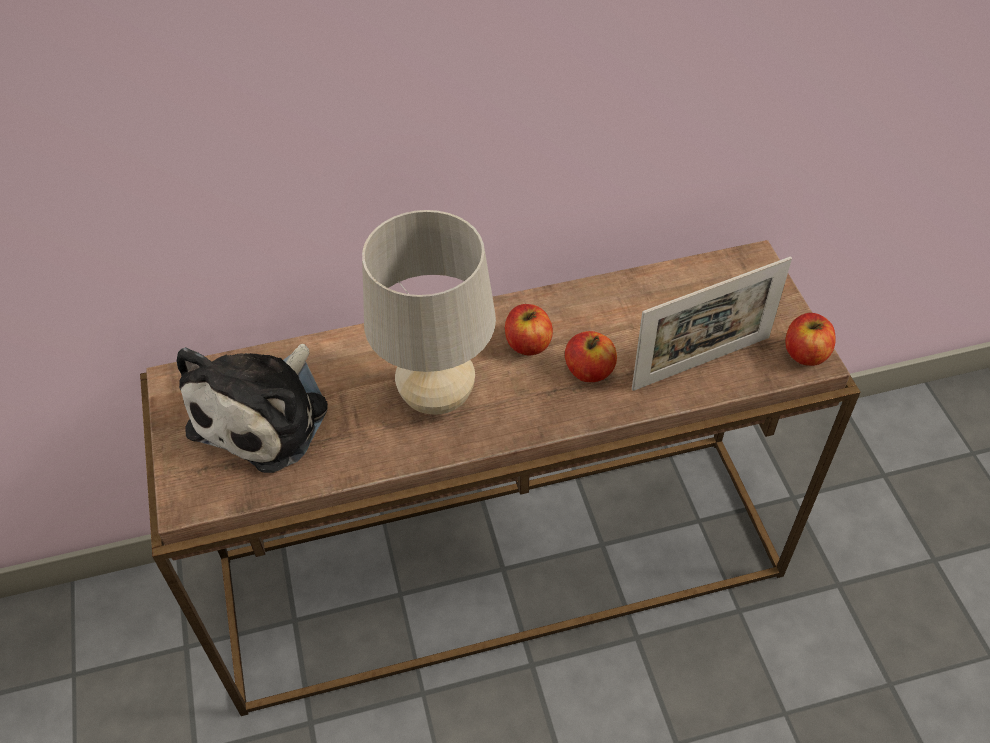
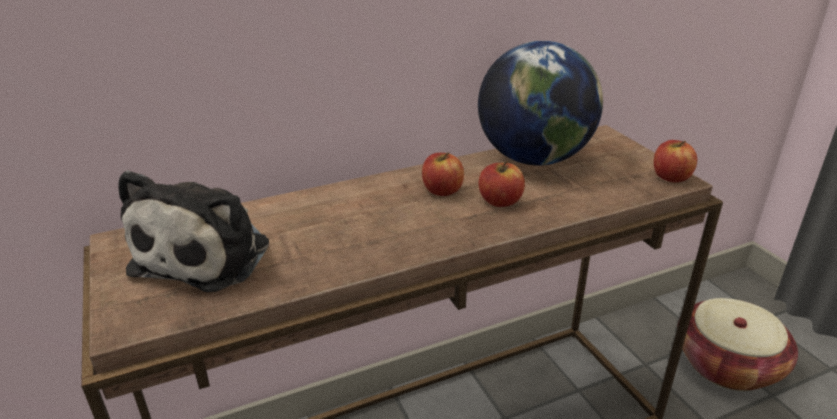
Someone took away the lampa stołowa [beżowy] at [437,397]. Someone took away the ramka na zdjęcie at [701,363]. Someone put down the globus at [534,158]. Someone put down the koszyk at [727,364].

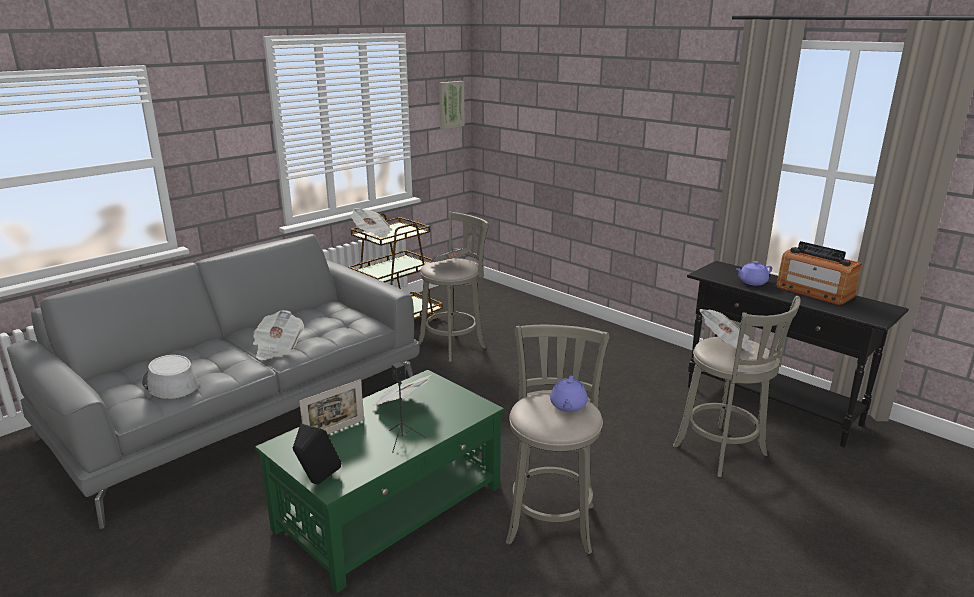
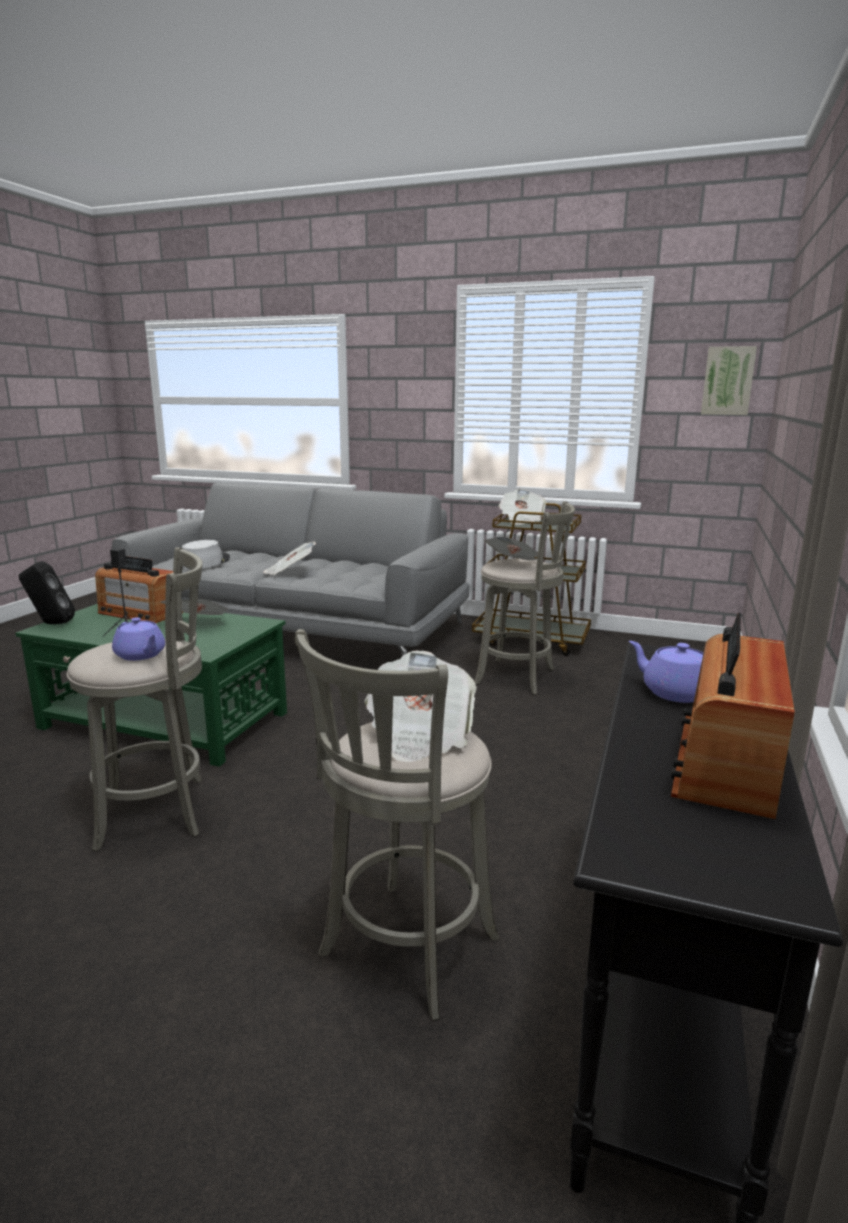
Someone swapped the ramka na zdjęcie at [335,431] for the radio at [140,613]. Someone rotated the imbryk [fioletowy] at [568,406] by 120 degrees counterclockwise.

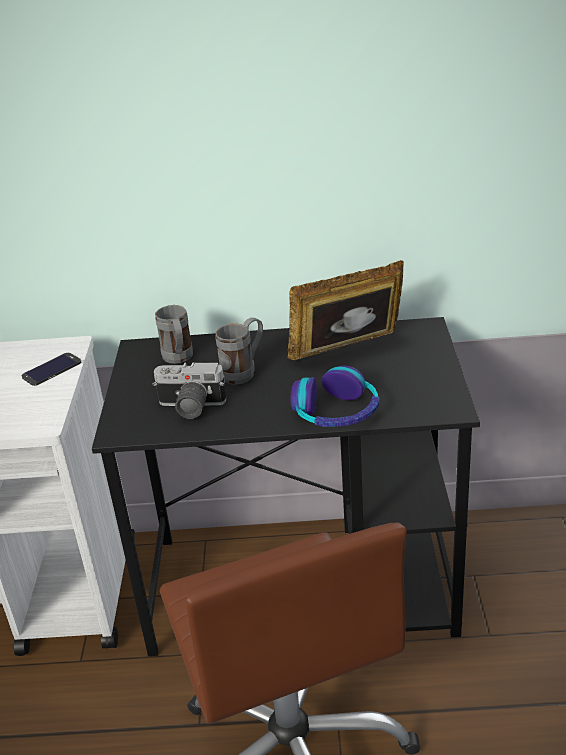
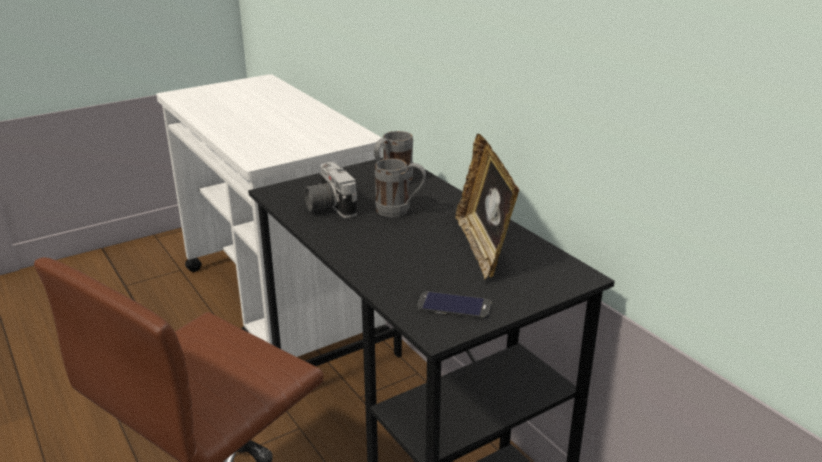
Someone carried the telefon from [52,369] to [454,306]. Someone rotated the ramka na zdjęcie at [348,352] by 135 degrees counterclockwise. Someone took away the słuchawki at [336,412].

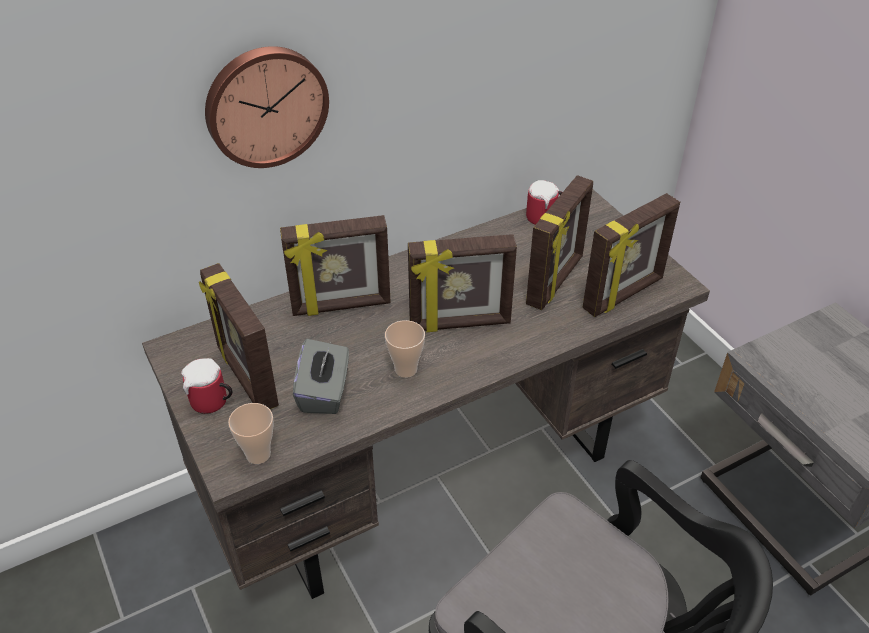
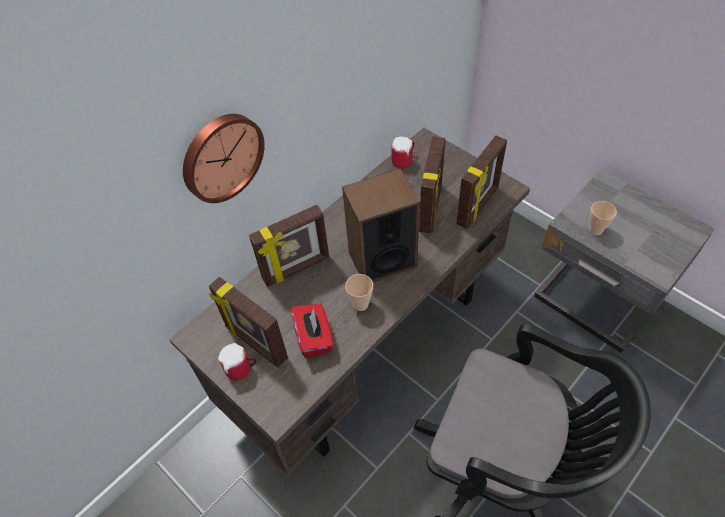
Someone carried the filiżanka from [258,454] to [595,230]. Someone repainted the pudełko chusteczek [szary] at [324,392], which became the pudełko chusteczek [czerwony] at [314,338]. Someone swapped the ramka na zdjęcie at [460,324] for the głośnik at [382,259].

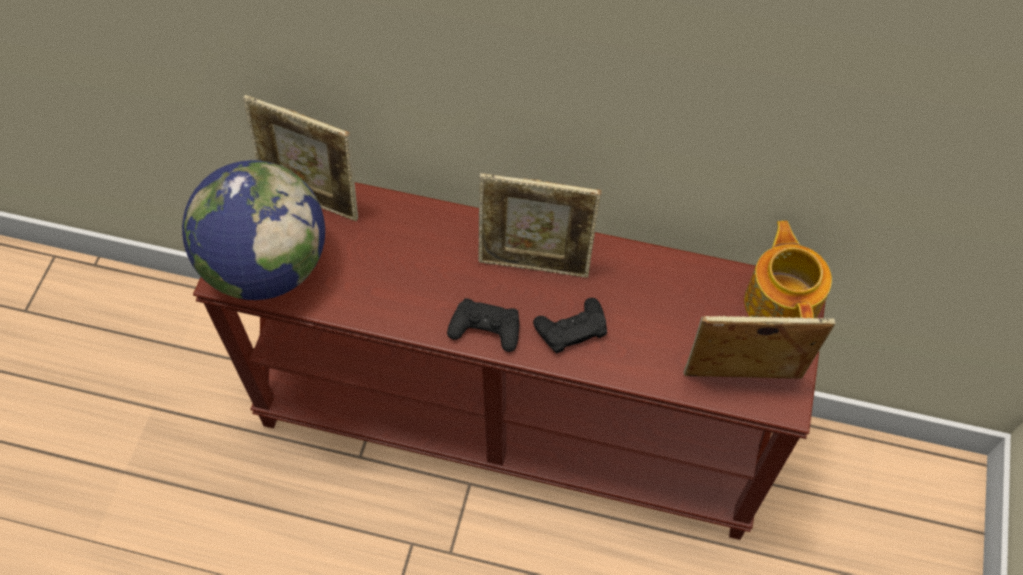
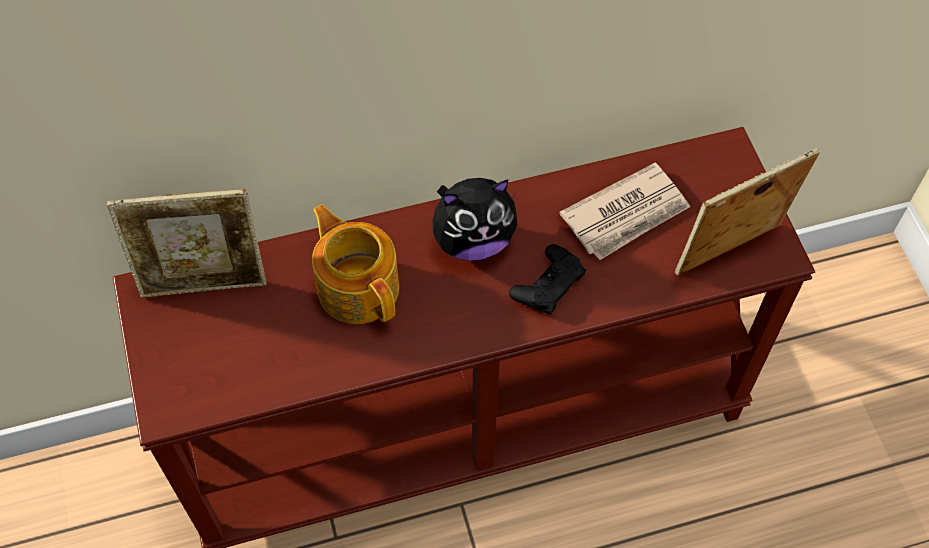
Someone took away the globus at [267,266]. Someone took away the pad do gier [czarny] at [485,328]. Someone swapped the ramka na zdjęcie at [535,264] for the pluszak at [473,240]. Someone carried the imbryk from [782,302] to [358,286]. Someone put down the gazeta at [626,214].

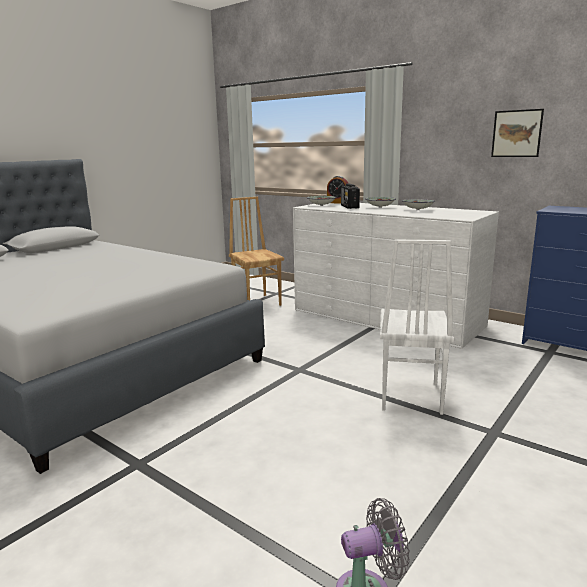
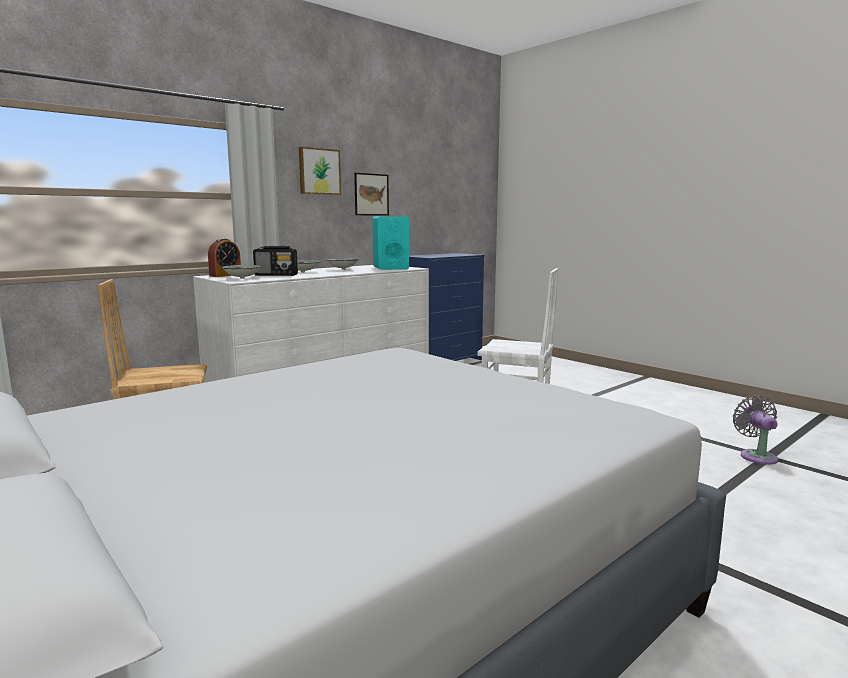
Someone put up the obraz at [319,171]. Someone put down the głośnik [turkusowy] at [390,267].

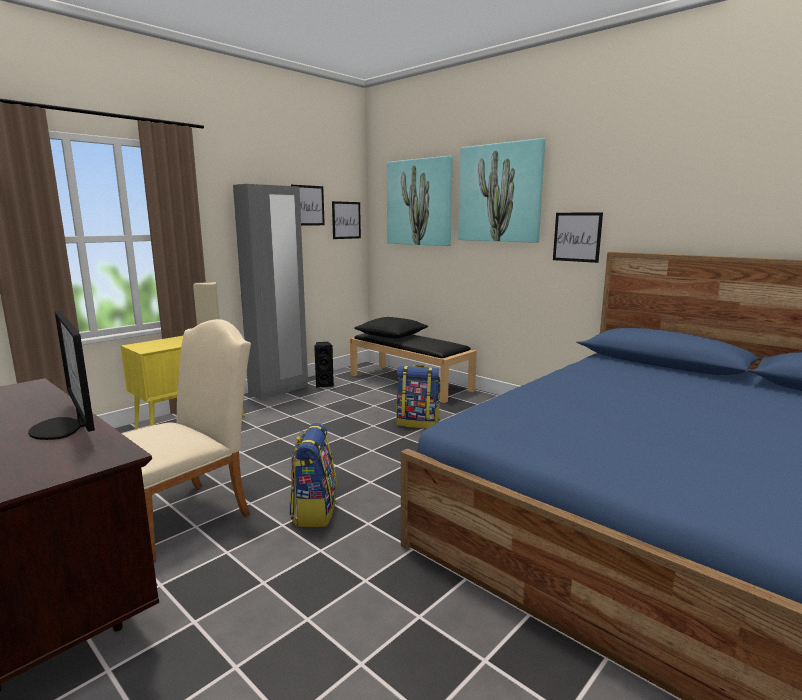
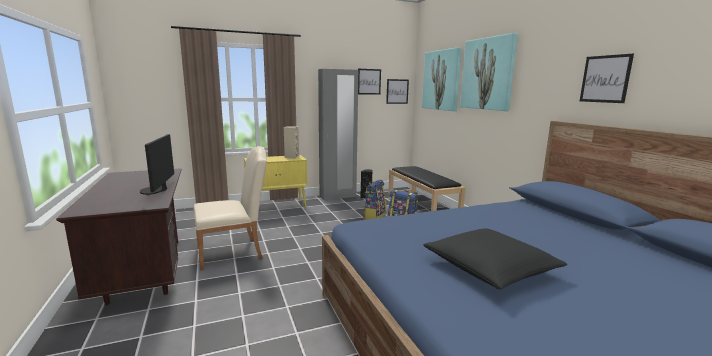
Someone carried the plecak from [314,511] to [374,217]. Someone carried the poduszka [czarny] from [391,335] to [489,268]. Someone carried the obraz from [577,237] to [605,79].

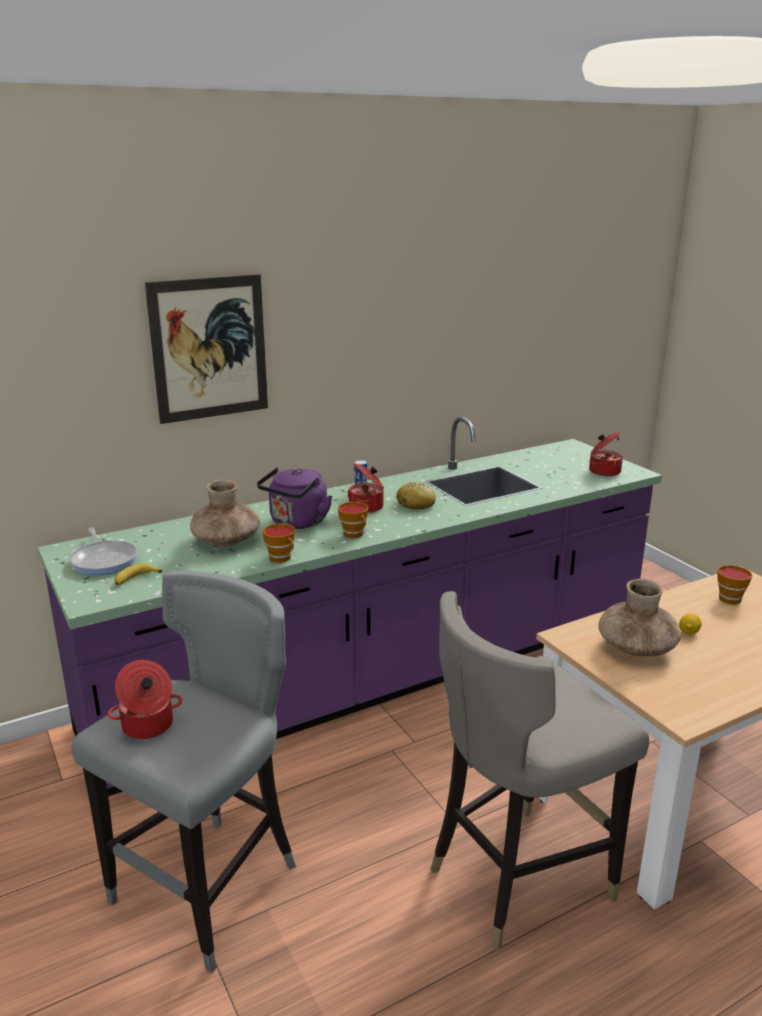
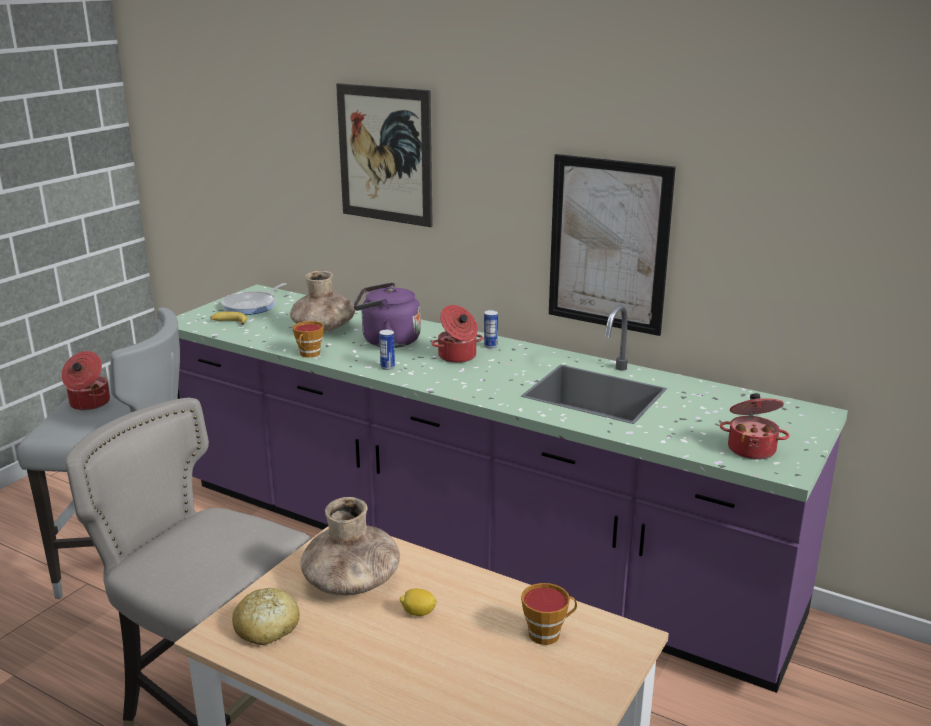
Someone swapped the filiżanka at [355,534] for the puszka at [387,367]. Someone carried the chleb from [416,504] to [267,627]. Someone put up the obraz at [608,244].

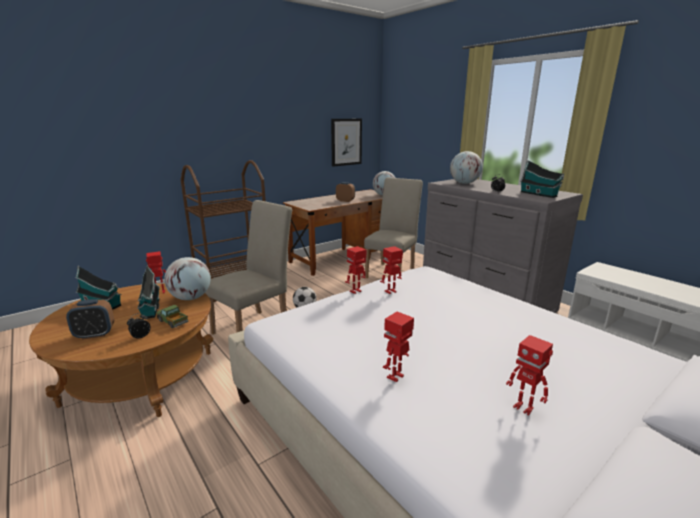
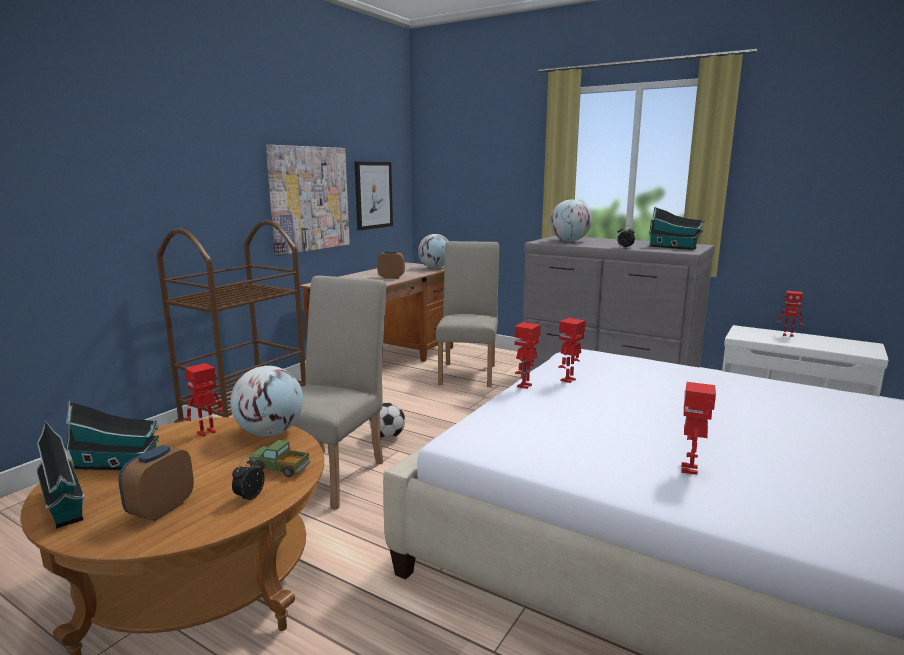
Someone rotated the budzik at [95,334] by 150 degrees clockwise. Someone carried the domek from [151,309] to [64,506]. Someone carried the robot zabawkowy from [524,407] to [787,335]. Someone put up the obraz at [309,199].

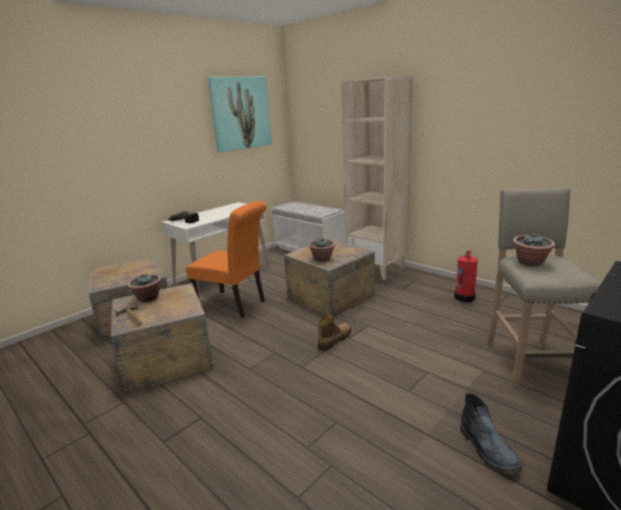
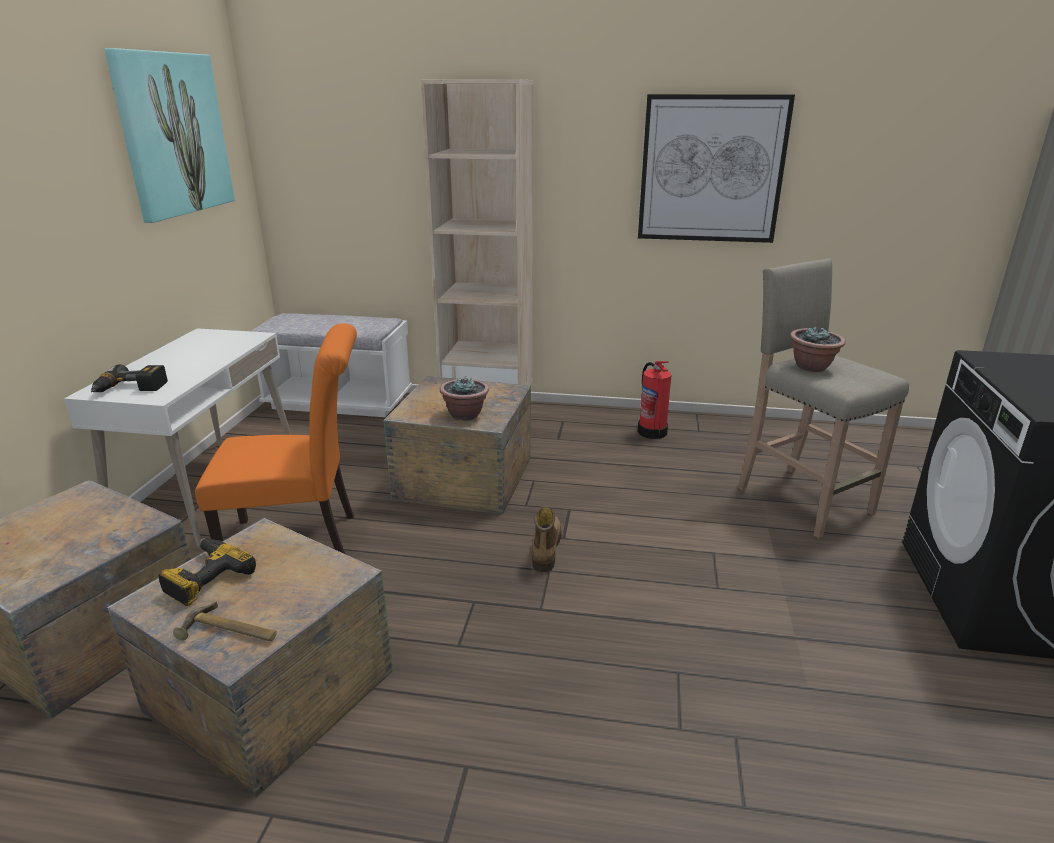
Someone swapped the roślina doniczkowa at [148,298] for the wiertarka at [205,578]. Someone took away the but z cholewką at [488,451]. Someone put up the obraz at [711,170].

